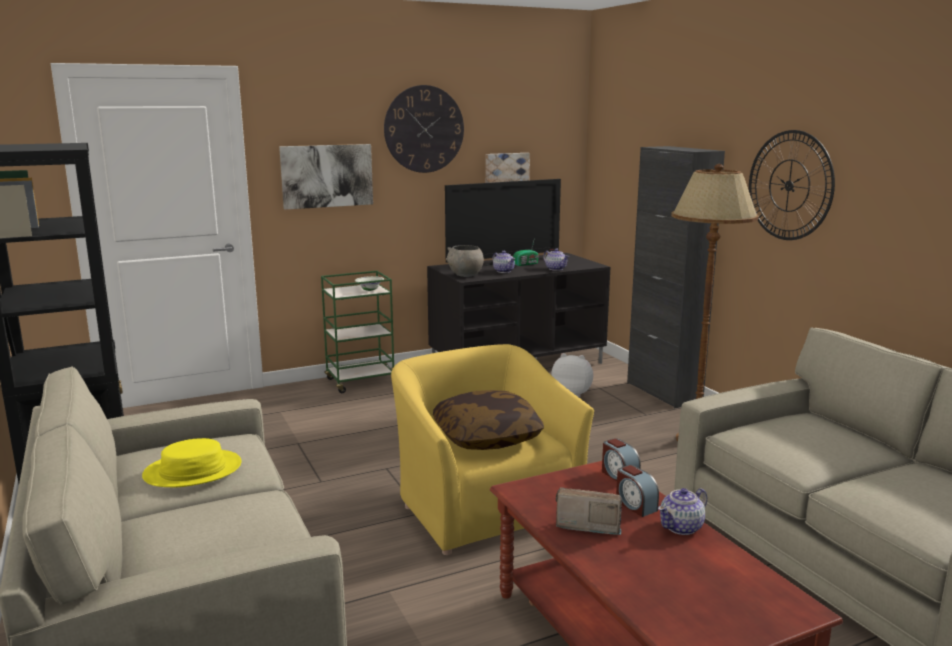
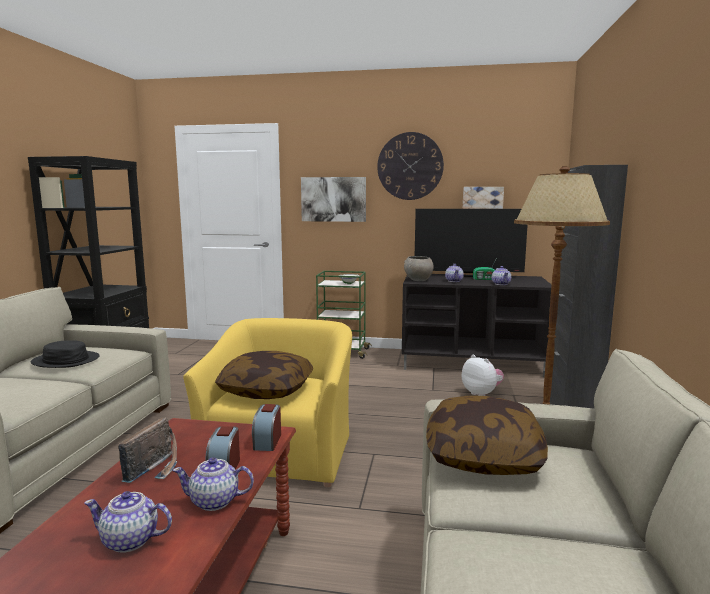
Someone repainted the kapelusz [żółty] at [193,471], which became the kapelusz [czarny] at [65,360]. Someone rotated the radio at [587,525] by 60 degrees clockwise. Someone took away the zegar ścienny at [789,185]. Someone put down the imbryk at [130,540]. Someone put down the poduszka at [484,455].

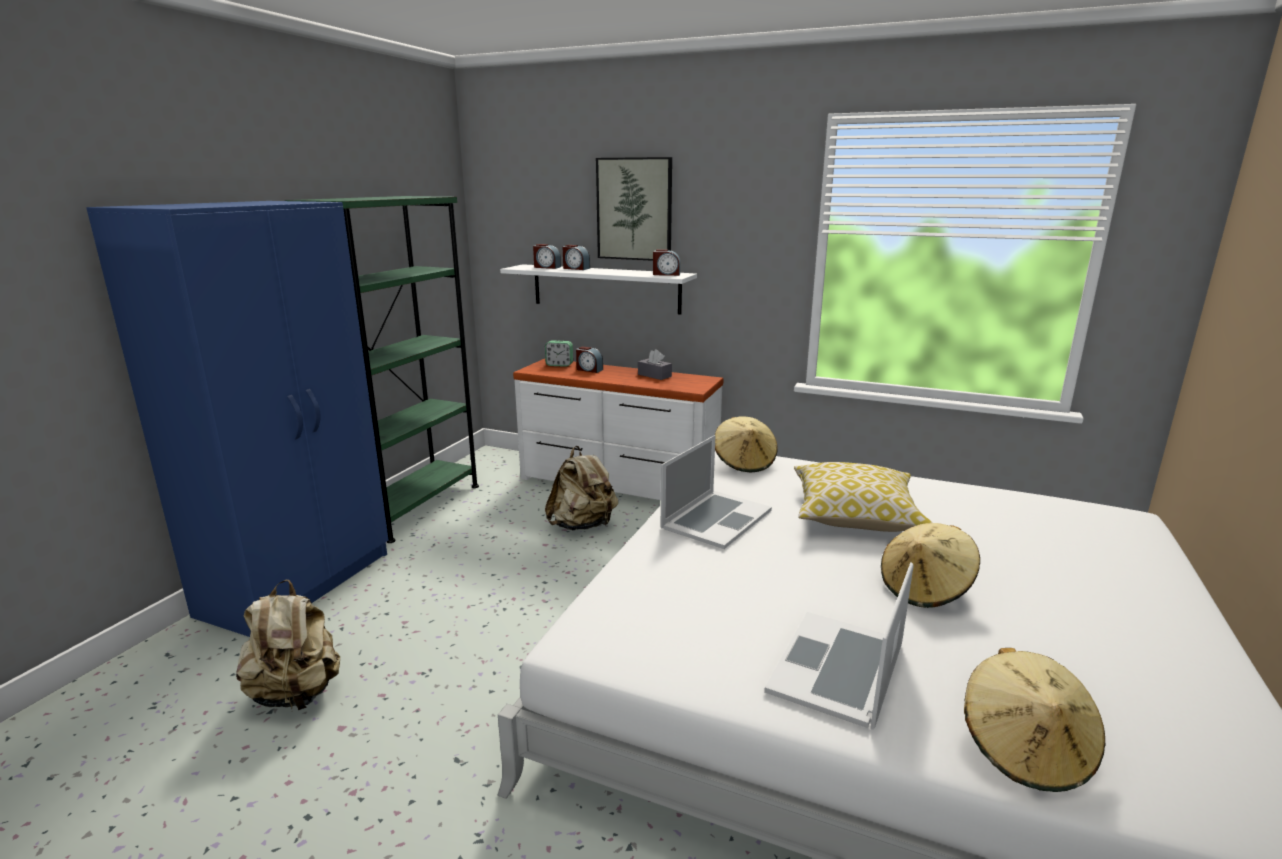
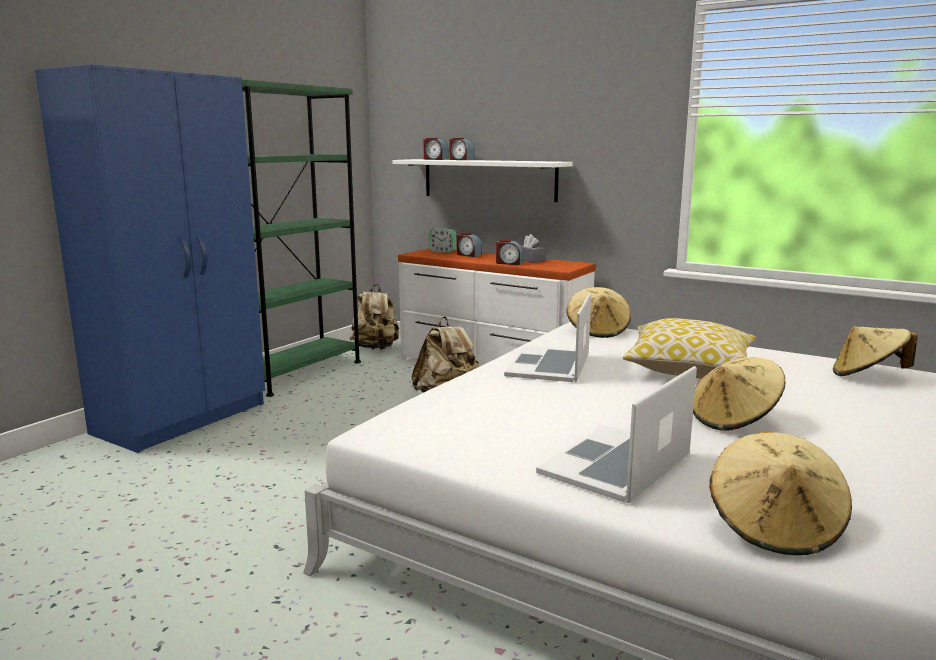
Someone carried the plecak [beżowy] from [297,693] to [375,349]. Someone took away the obraz at [634,209]. Someone carried the budzik from [666,274] to [509,263]. Someone rotated the laptop at [716,518] by 150 degrees clockwise. Someone put down the kapelusz [beżowy] at [867,375].

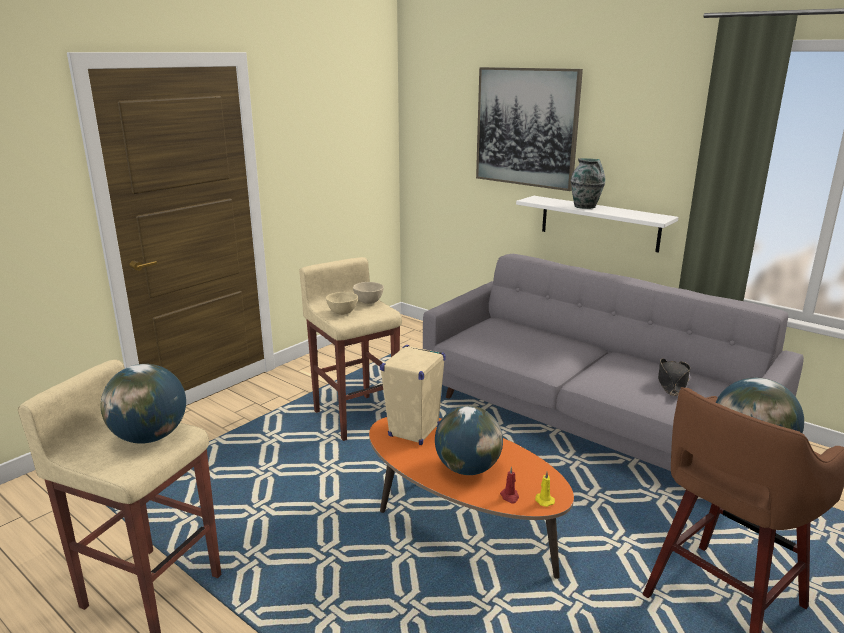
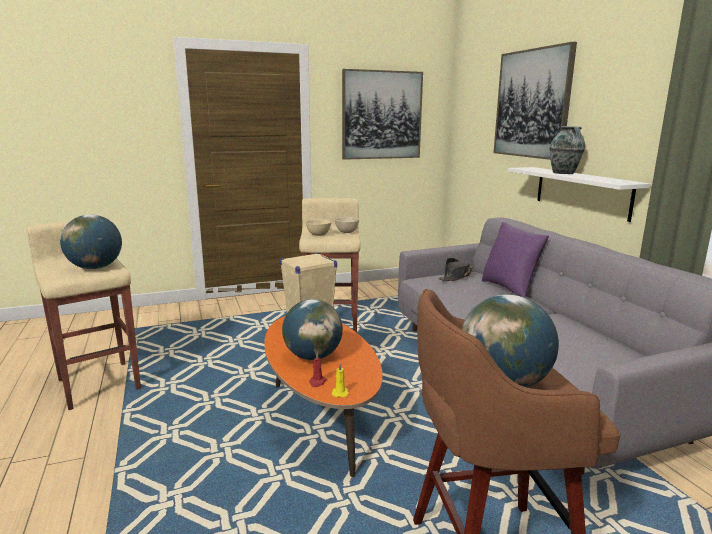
Someone carried the kapelusz [czarny] from [672,382] to [456,276]. Someone put up the obraz at [381,115]. Someone put down the poduszka [fioletowy] at [509,288].

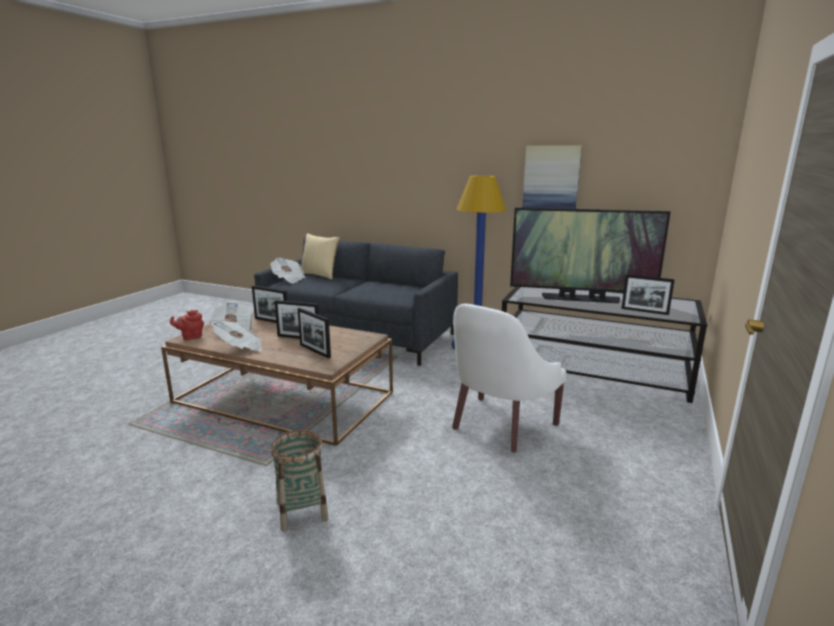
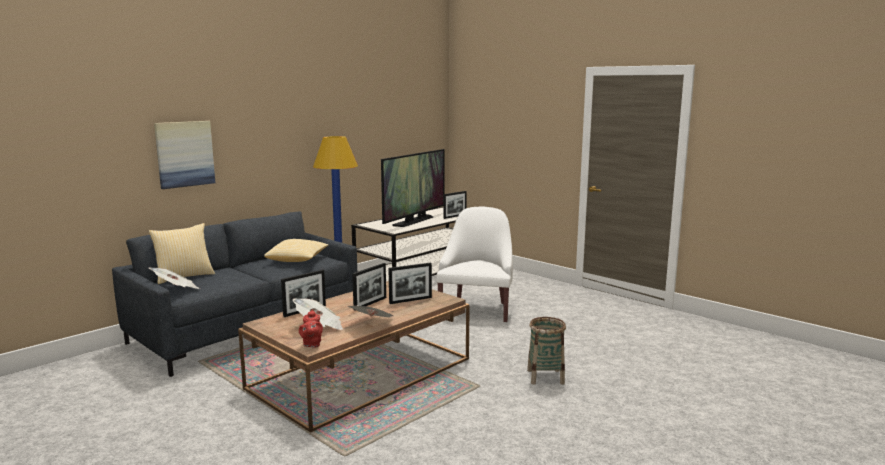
Someone rotated the fotel [biały] at [499,425] by 135 degrees counterclockwise. Someone carried the obraz from [551,178] to [184,154]. Someone put down the poduszka at [297,260].

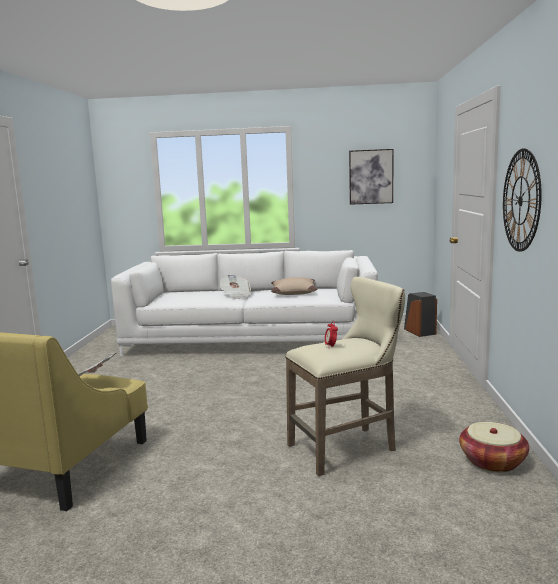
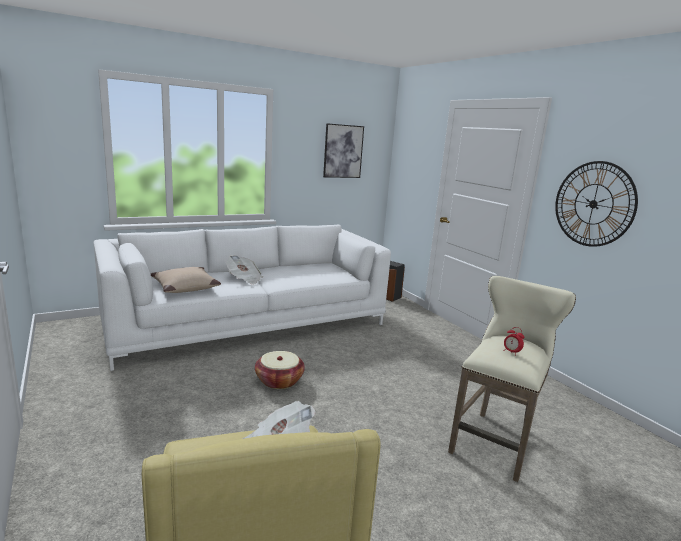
Someone carried the poduszka [beżowy] from [293,292] to [185,287]. Someone carried the koszyk from [492,461] to [279,381].

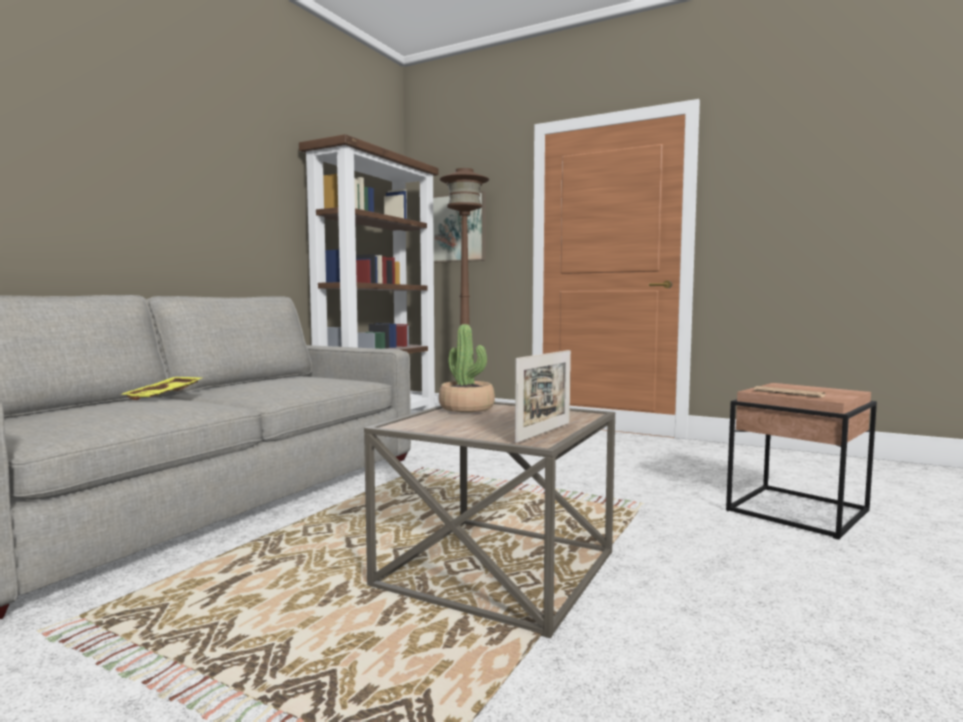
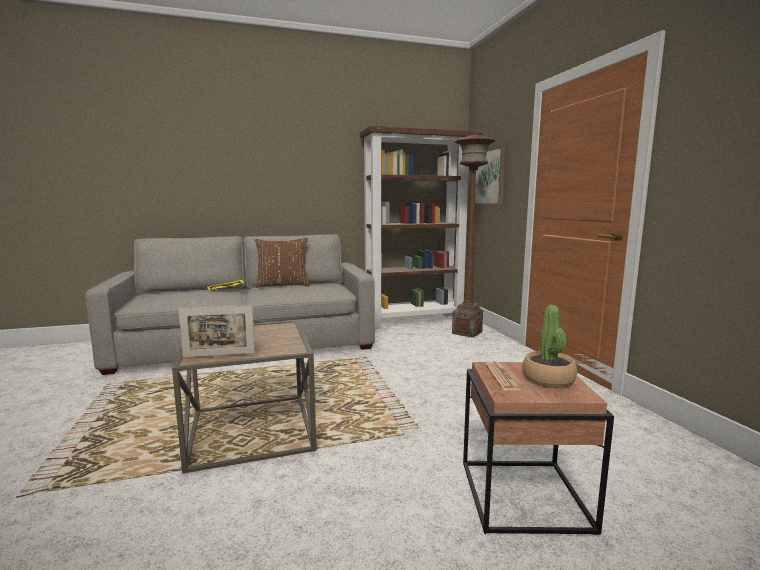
Someone carried the roślina doniczkowa from [467,408] to [548,379]. Someone put down the poduszka [brązowy] at [282,285].

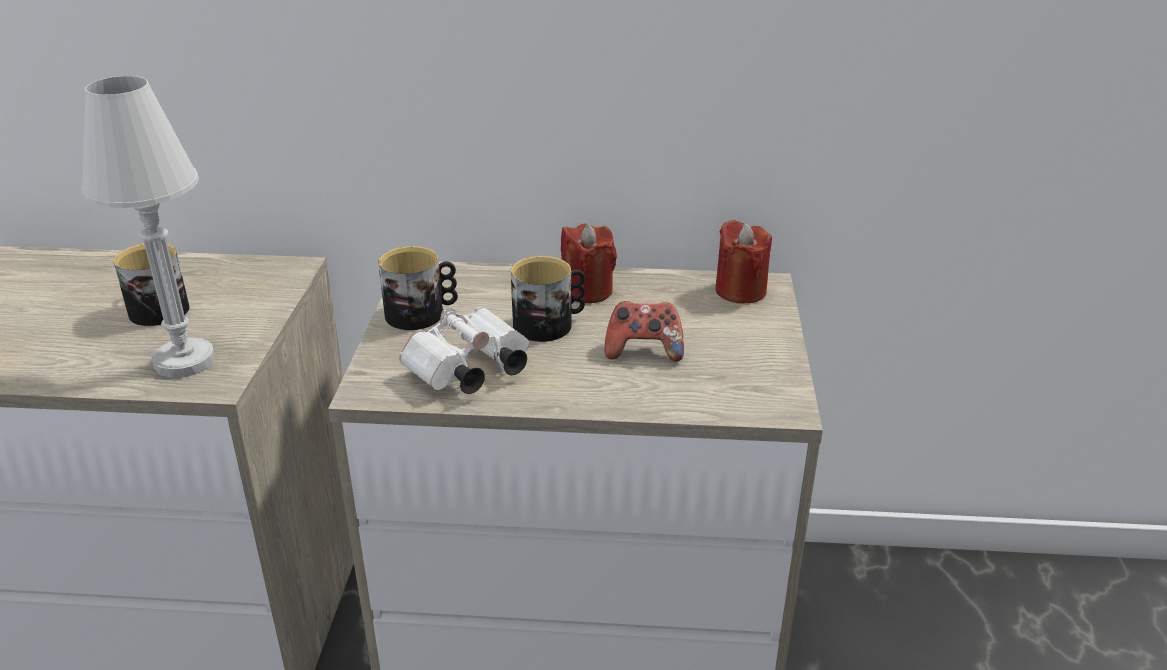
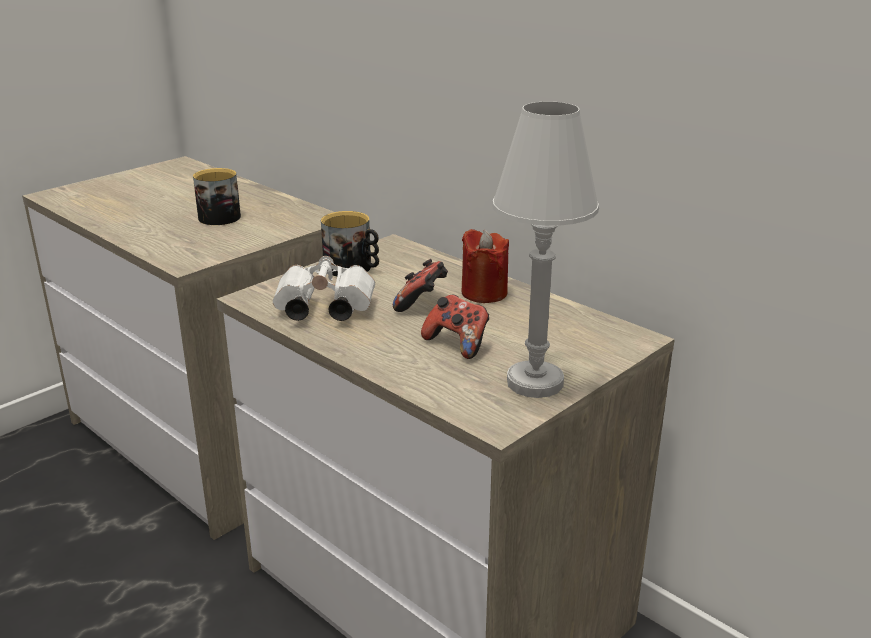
Someone carried the lampa stołowa [biały] from [184,361] to [535,383]. Someone swapped the kubek at [549,324] for the pad do gier at [422,303]. Someone took away the świeca [czerwony] at [740,291].

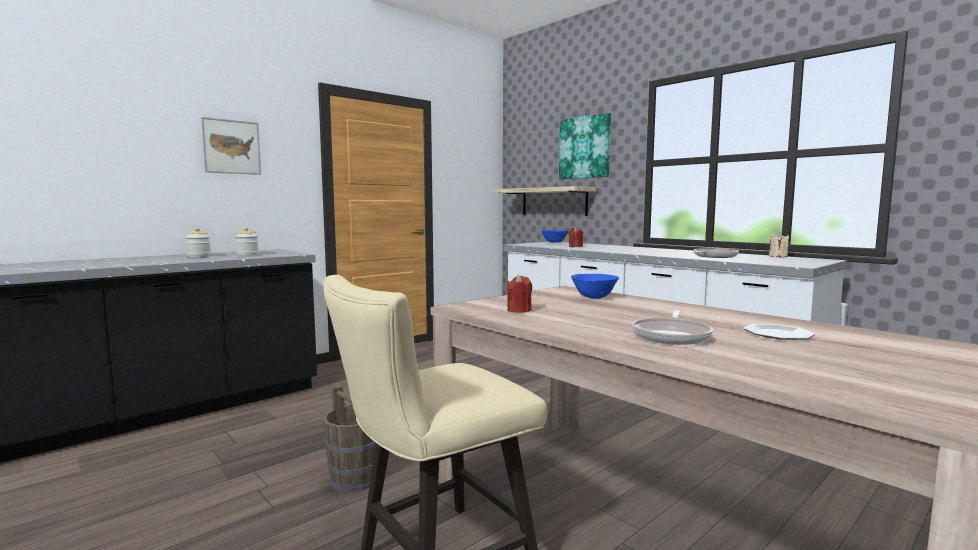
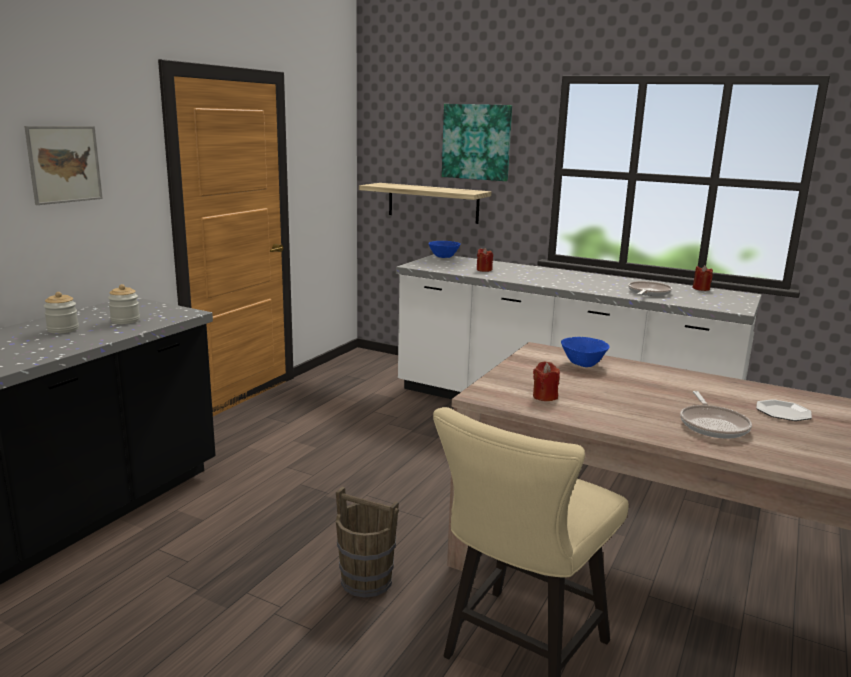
Someone repainted the świeca [beżowy] at [778,256], which became the świeca [czerwony] at [701,289].

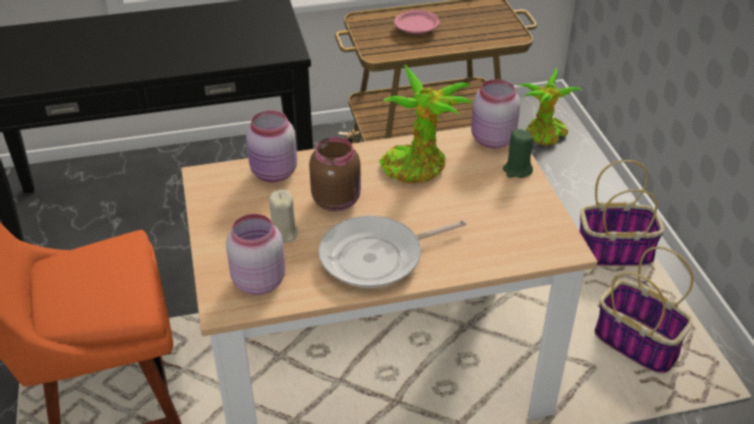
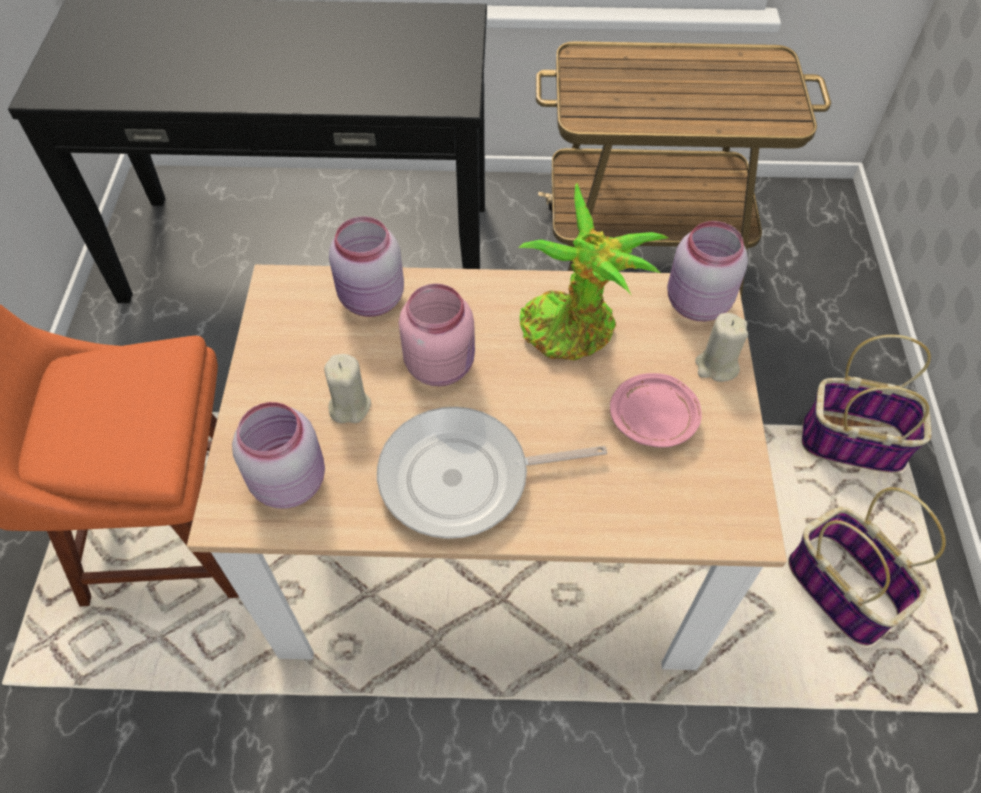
Someone repainted the słoik [brązowy] at [337,200], which became the słoik [różowy] at [441,364]. Someone carried the talerz [różowy] from [417,29] to [654,419]. Someone repainted the świeca [zielony] at [517,170], which became the świeca [beżowy] at [716,366]. Someone took away the roślina doniczkowa at [544,136].

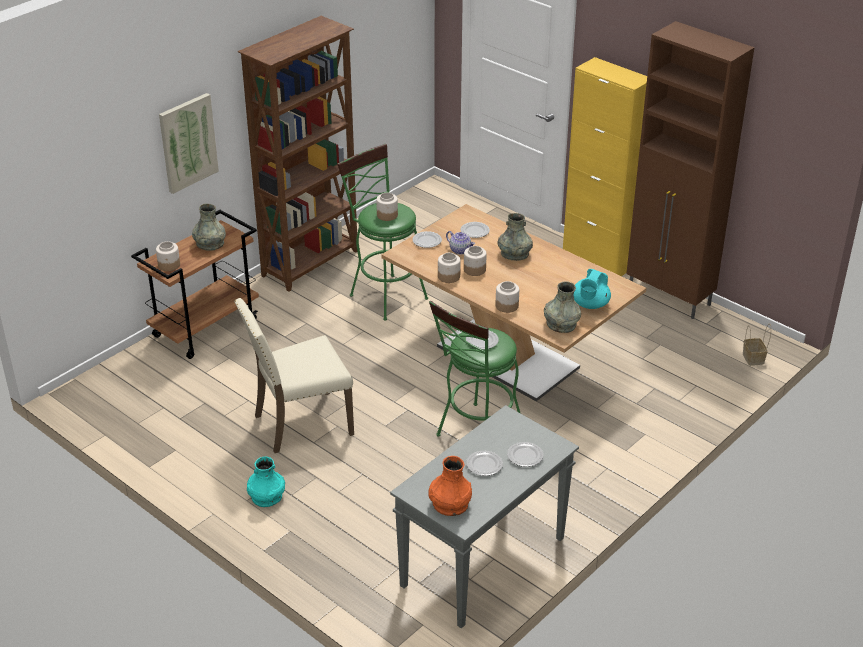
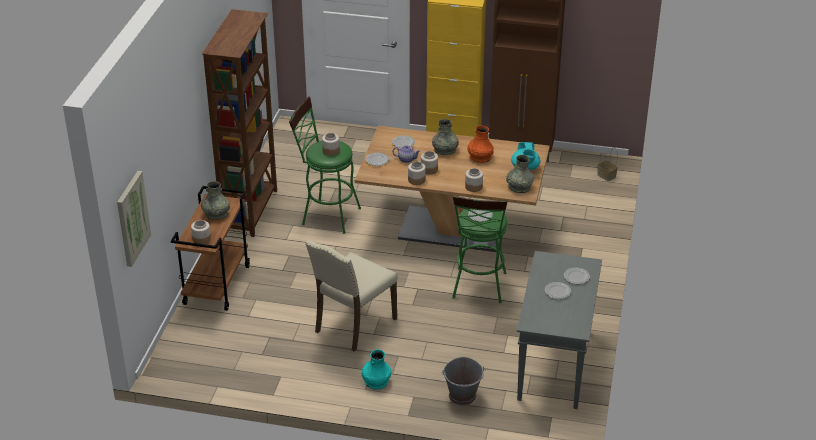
Someone carried the obraz from [188,142] to [132,218]. Someone carried the wazon [pomarańczowy] from [450,504] to [480,157]. Someone put down the wiadro [szary] at [462,396].

